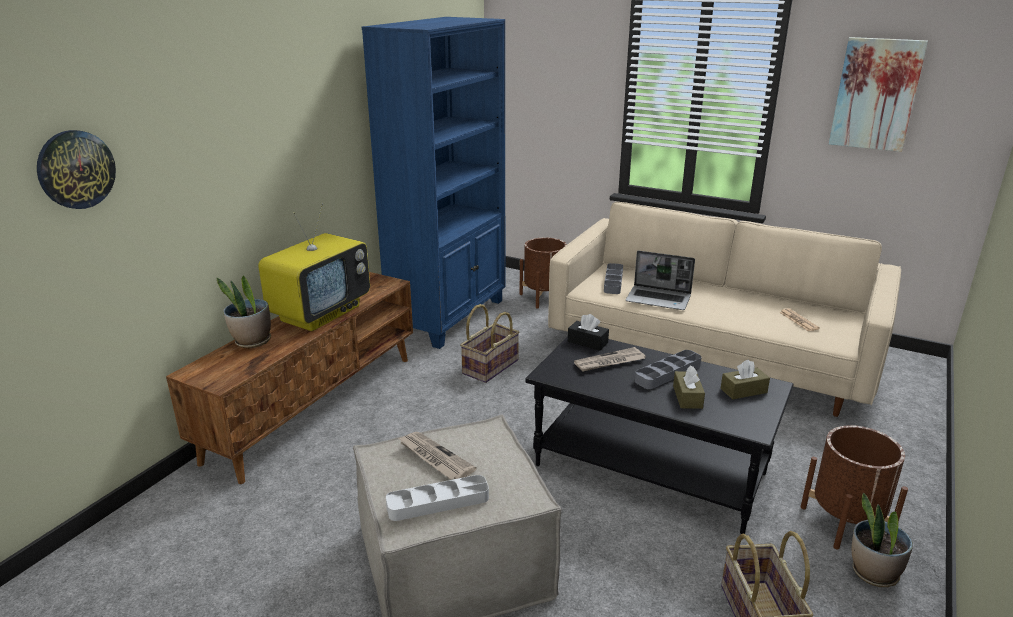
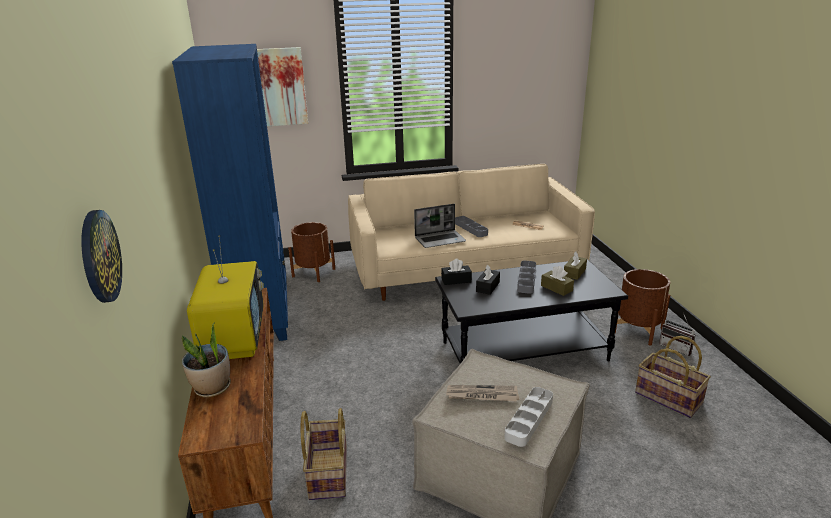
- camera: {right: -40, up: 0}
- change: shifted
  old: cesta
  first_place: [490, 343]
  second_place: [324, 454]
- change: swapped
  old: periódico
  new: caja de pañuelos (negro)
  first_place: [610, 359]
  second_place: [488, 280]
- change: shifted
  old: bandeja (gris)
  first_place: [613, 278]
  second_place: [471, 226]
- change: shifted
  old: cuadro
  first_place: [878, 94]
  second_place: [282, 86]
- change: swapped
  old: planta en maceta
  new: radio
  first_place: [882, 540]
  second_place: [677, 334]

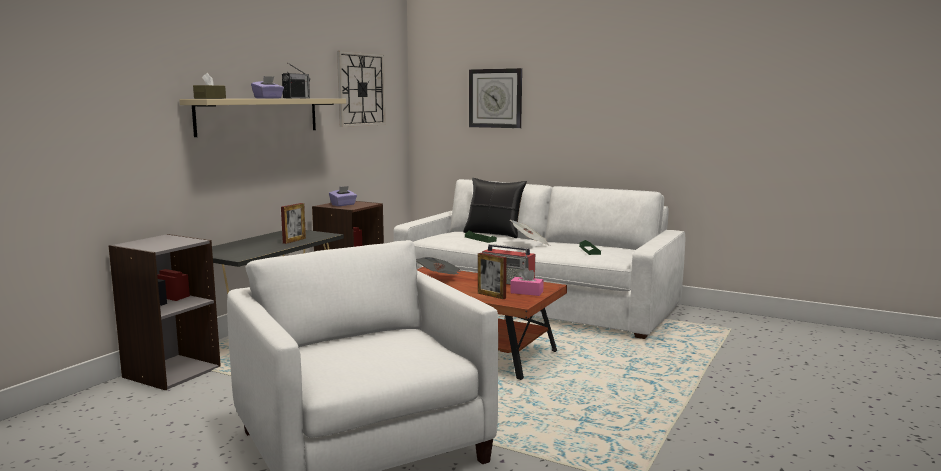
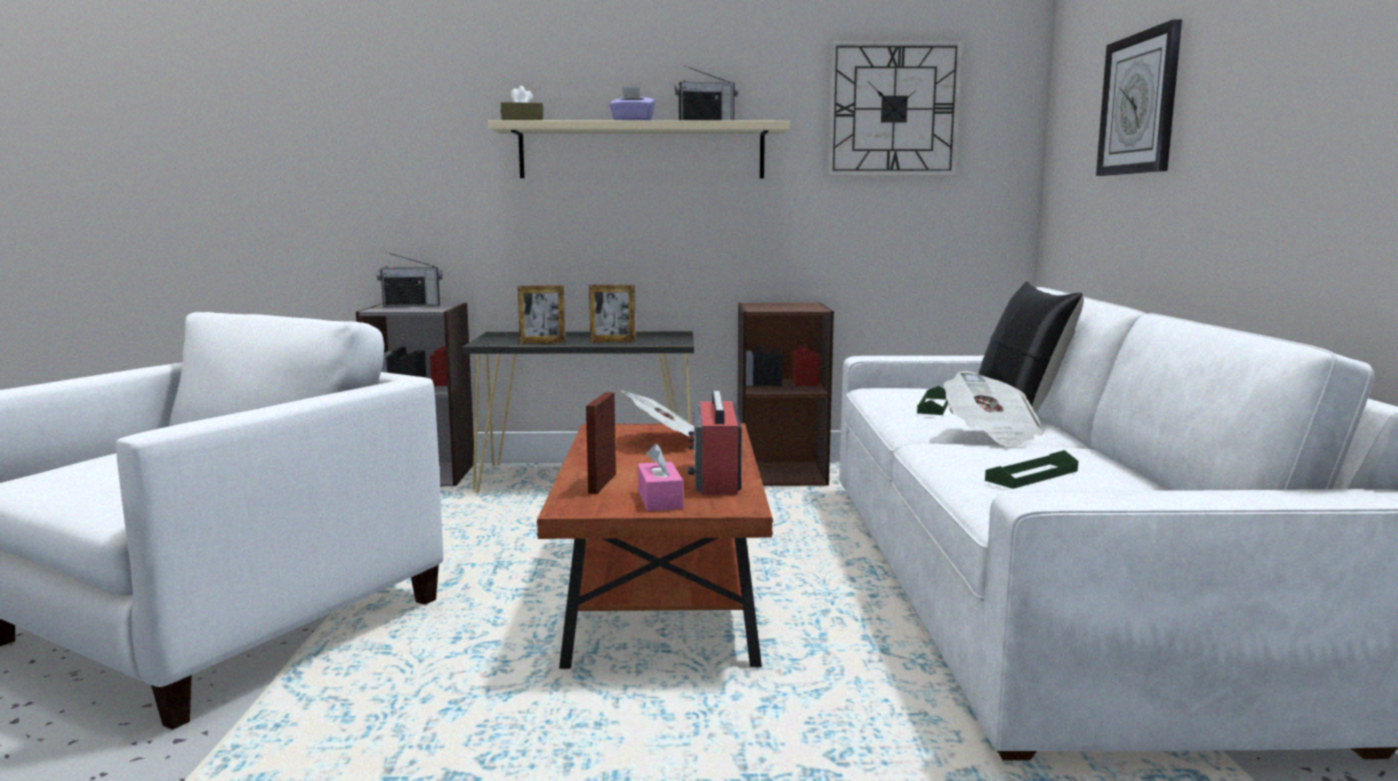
- camera: {right: 60, up: 0}
- change: gone
  old: caja de pañuelos (morado)
  first_place: [343, 196]
- change: new
  new: radio
  second_place: [410, 279]
- change: new
  new: portarretratos
  second_place: [542, 314]

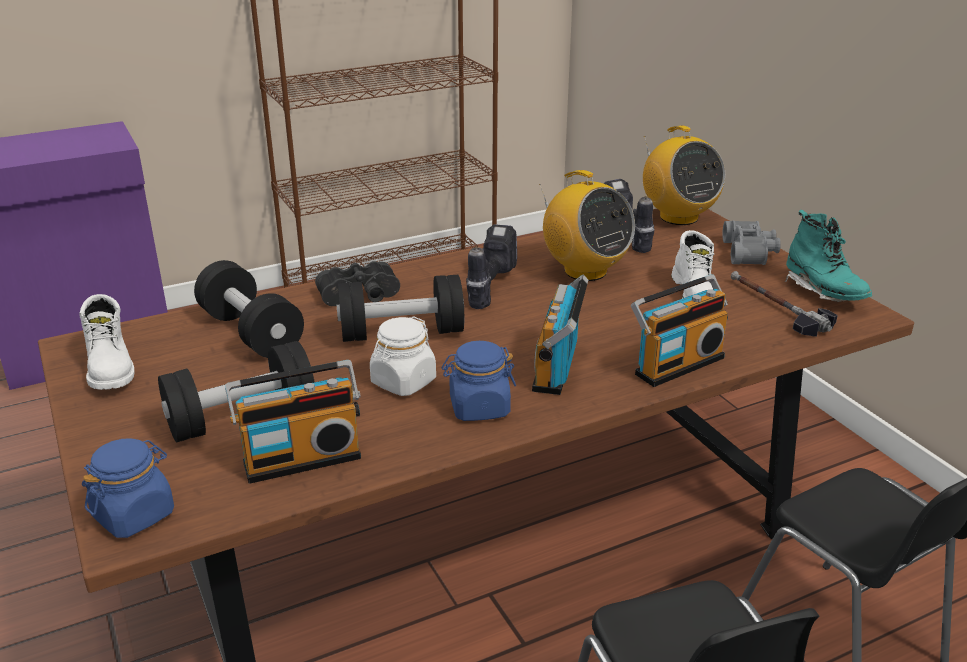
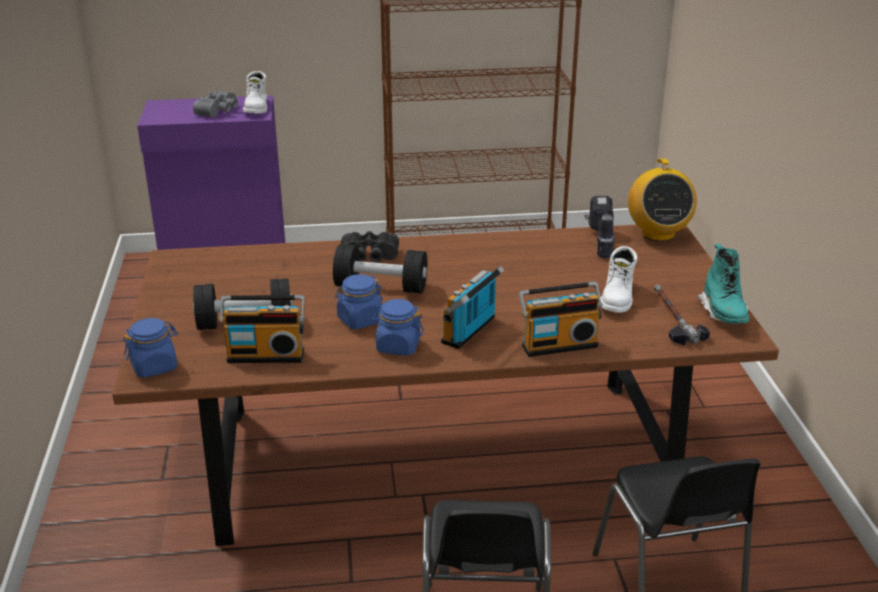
- camera: {right: 20, up: 0}
- change: shifted
  old: bota (blanco)
  first_place: [106, 342]
  second_place: [255, 92]
- change: gone
  old: mancuerna (negro)
  first_place: [249, 309]
- change: repainted
  old: tarro (blanco)
  new: tarro (azul)
  first_place: [403, 356]
  second_place: [359, 301]
- change: gone
  old: taladro
  first_place: [491, 266]
- change: gone
  old: radio
  first_place: [587, 225]
- change: shifted
  old: prismáticos (gris)
  first_place: [751, 242]
  second_place: [215, 103]

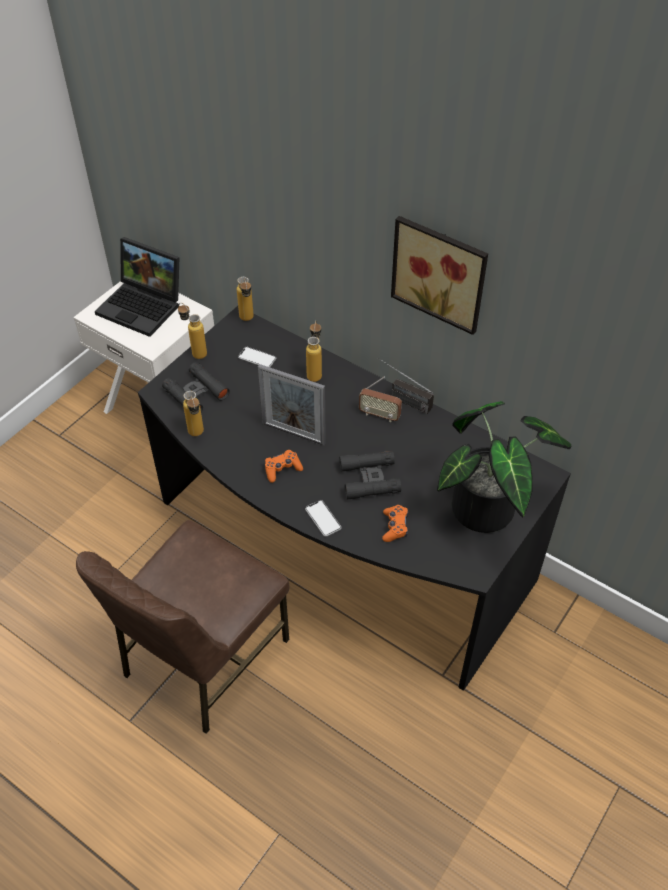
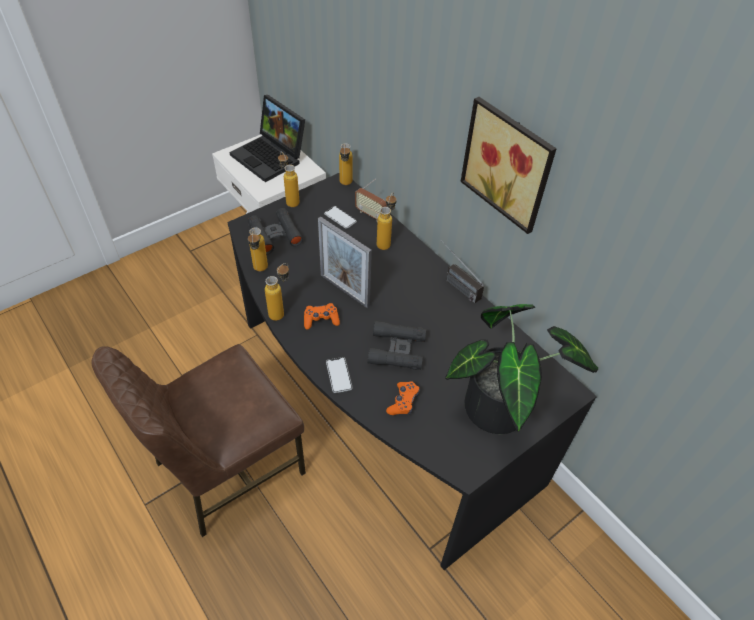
- camera: {right: 15, up: 0}
- change: shifted
  old: radio
  first_place: [380, 399]
  second_place: [371, 200]
- change: new
  new: botella
  second_place: [277, 292]

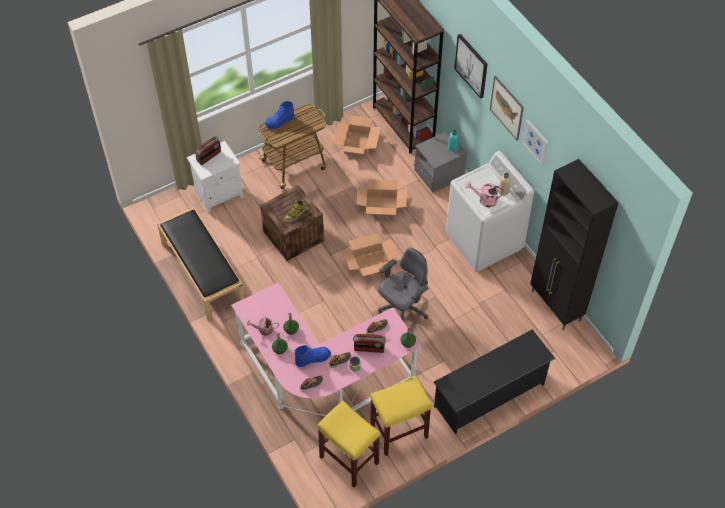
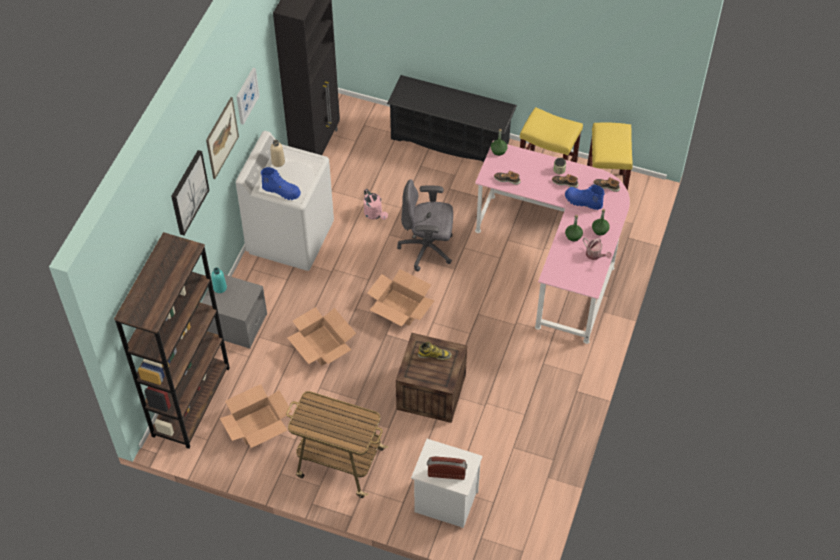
- camera: {right: -130, up: 0}
- change: gone
  old: banco (negro)
  first_place: [201, 264]
- change: shifted
  old: bota (azul)
  first_place: [279, 115]
  second_place: [281, 183]
- change: gone
  old: radio
  first_place: [369, 343]
- change: shifted
  old: regadera (rosa)
  first_place: [484, 194]
  second_place: [375, 204]

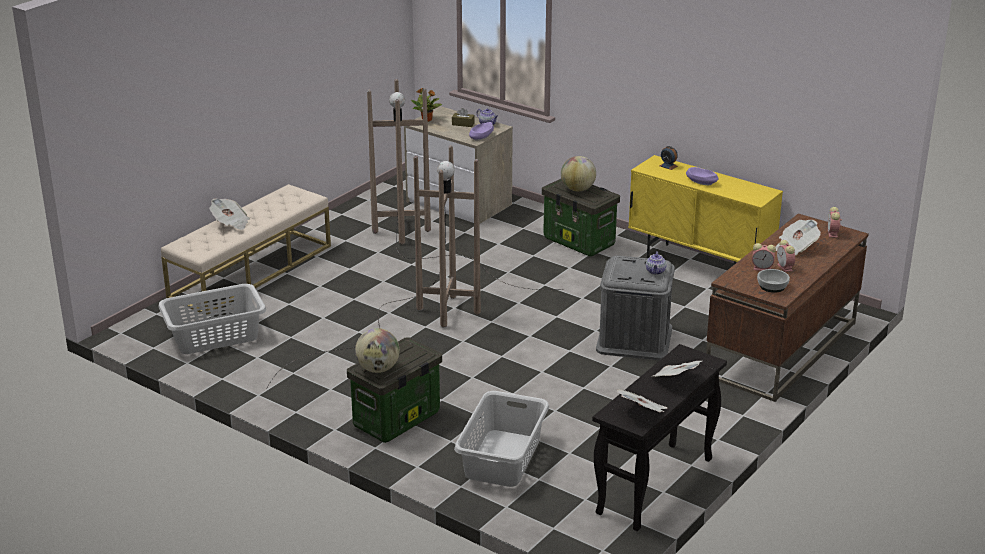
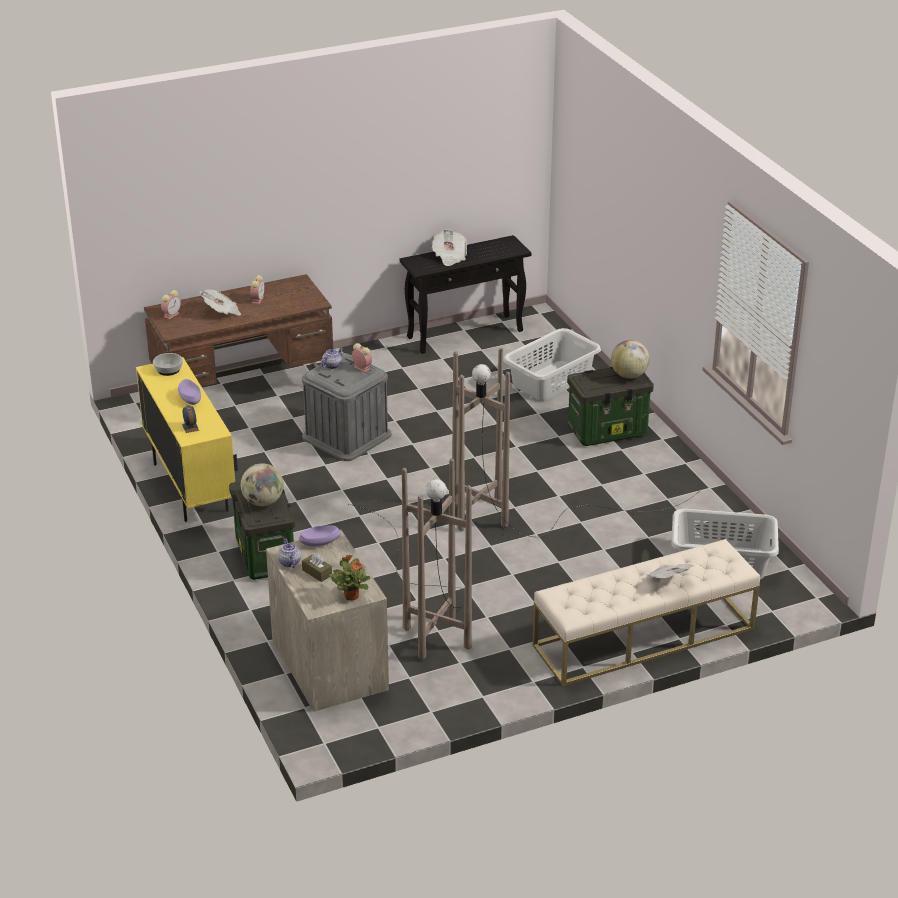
- camera: {right: -150, up: 5}
- change: gone
  old: periódico
  first_place: [642, 400]
- change: shifted
  old: despertador
  first_place: [764, 257]
  second_place: [362, 357]
- change: shifted
  old: cuenco
  first_place: [773, 281]
  second_place: [168, 364]

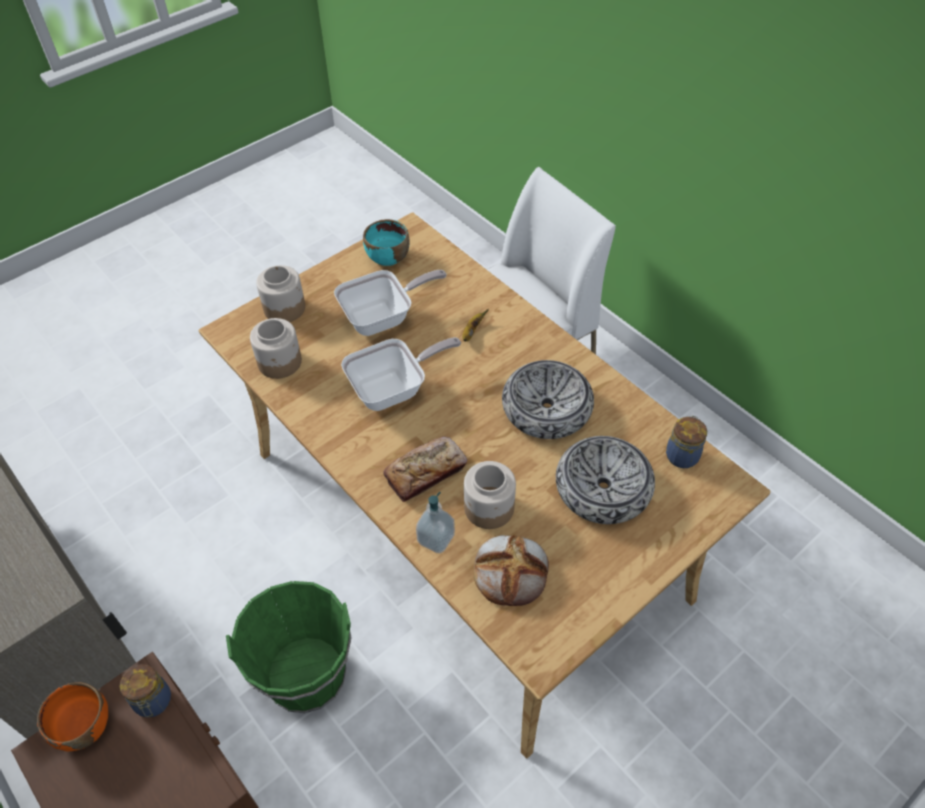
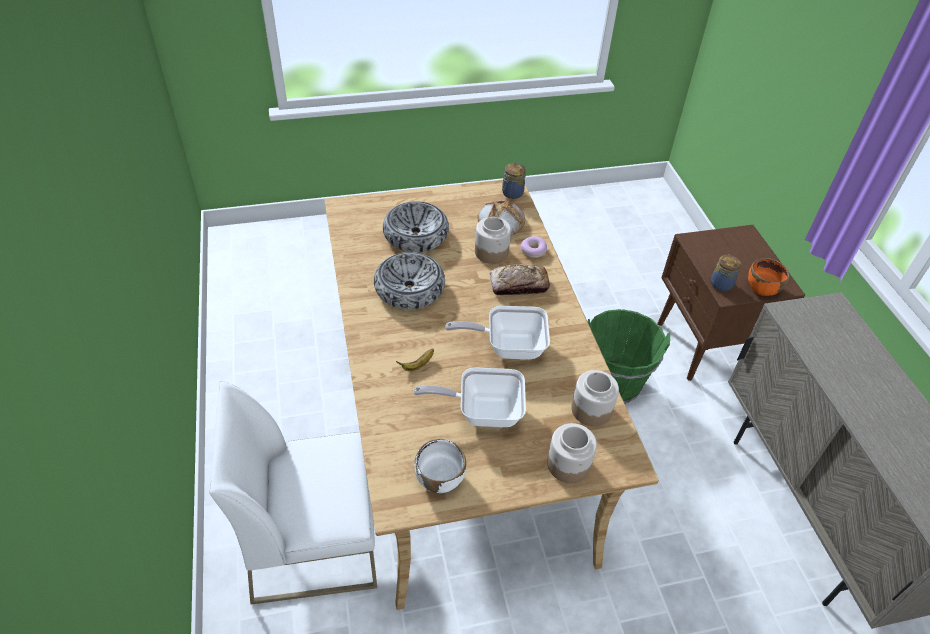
- camera: {right: -155, up: -5}
- change: repainted
  old: cuenco (turquesa)
  new: cuenco (blanco)
  first_place: [386, 242]
  second_place: [440, 466]
- change: swapped
  old: dispensador de jabón
  new: rosquilla
  first_place: [435, 522]
  second_place: [533, 247]
- change: shifted
  old: tarro
  first_place: [686, 442]
  second_place: [514, 181]

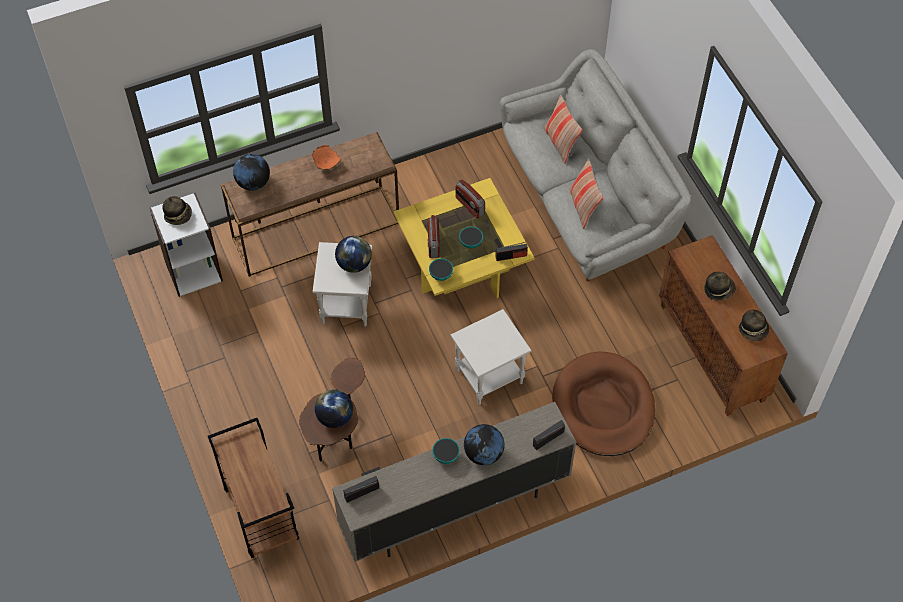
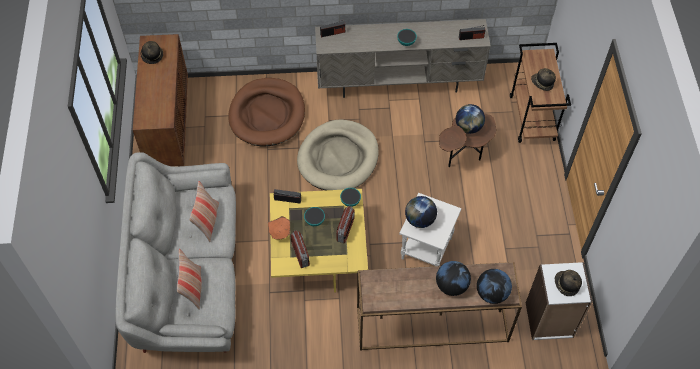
- camera: {right: -160, up: 0}
- change: shifted
  old: cuenco (naranja)
  first_place: [326, 157]
  second_place: [279, 228]
- change: swapped
  old: mesa auxiliar (blanco)
  new: cama para perro (beis)
  first_place: [491, 357]
  second_place: [338, 154]
- change: shifted
  old: globo terráqueo
  first_place: [484, 444]
  second_place: [453, 278]
- change: shifted
  old: sombrero
  first_place: [720, 286]
  second_place: [543, 79]

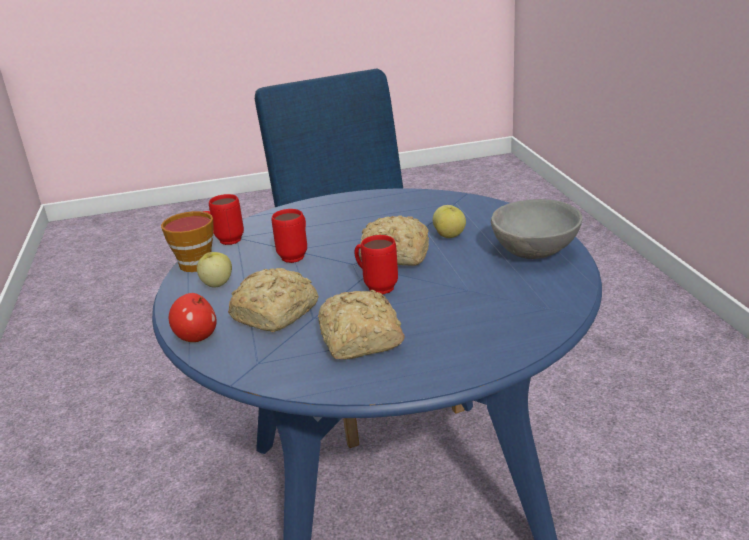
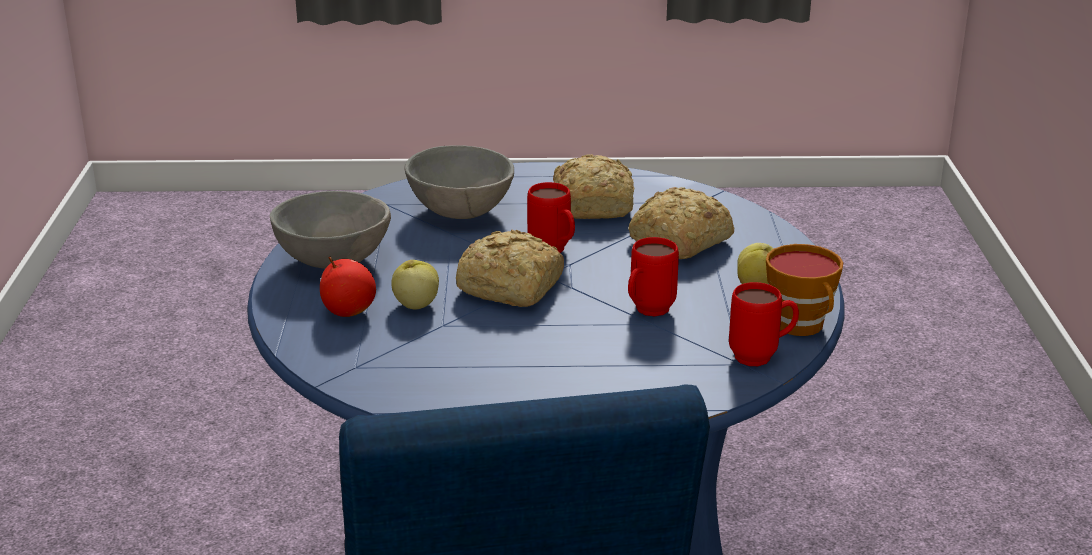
- camera: {right: -170, up: 0}
- change: shifted
  old: manzana
  first_place: [193, 317]
  second_place: [348, 287]
- change: new
  new: cuenco (gris)
  second_place: [459, 182]

